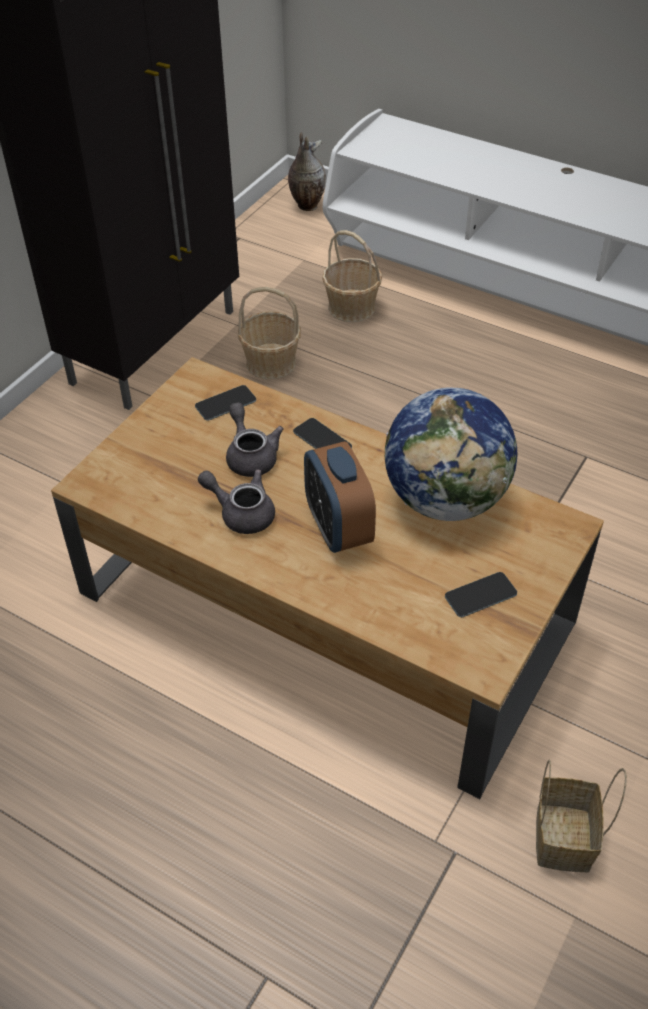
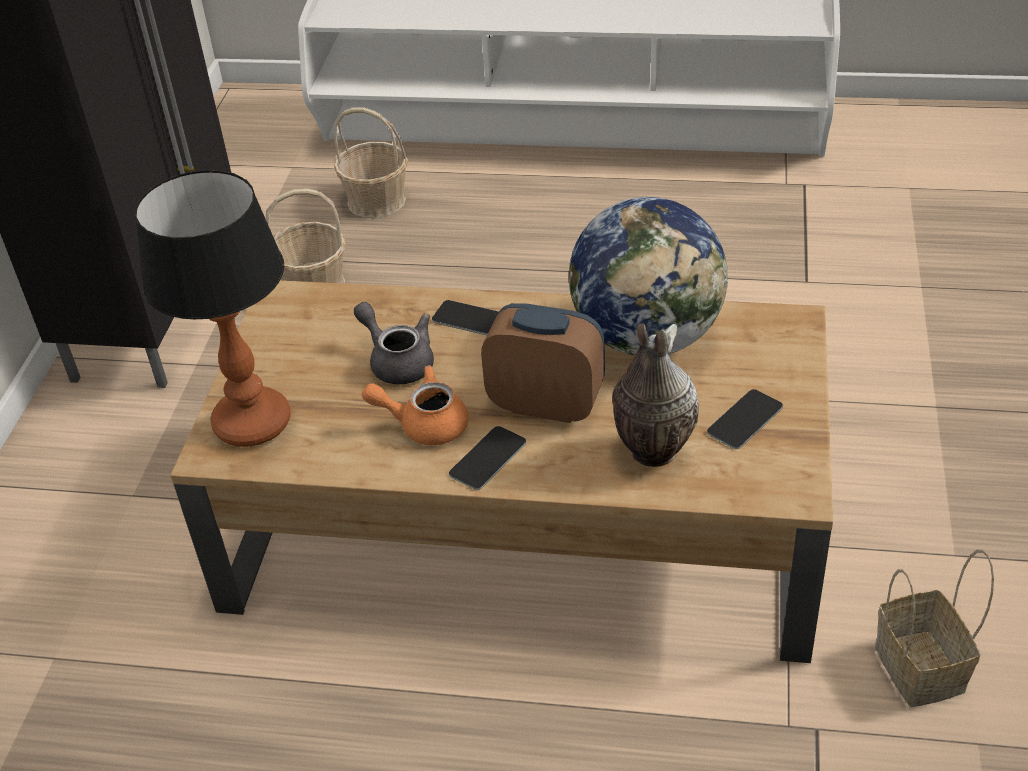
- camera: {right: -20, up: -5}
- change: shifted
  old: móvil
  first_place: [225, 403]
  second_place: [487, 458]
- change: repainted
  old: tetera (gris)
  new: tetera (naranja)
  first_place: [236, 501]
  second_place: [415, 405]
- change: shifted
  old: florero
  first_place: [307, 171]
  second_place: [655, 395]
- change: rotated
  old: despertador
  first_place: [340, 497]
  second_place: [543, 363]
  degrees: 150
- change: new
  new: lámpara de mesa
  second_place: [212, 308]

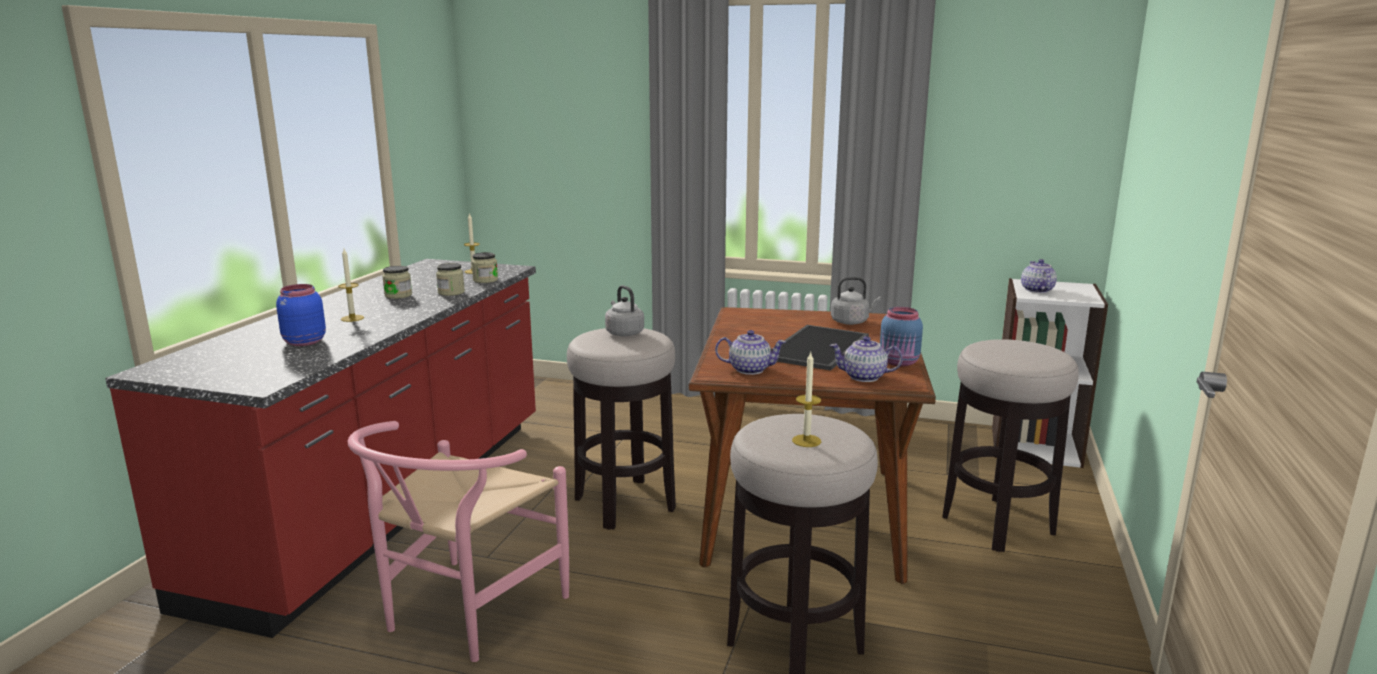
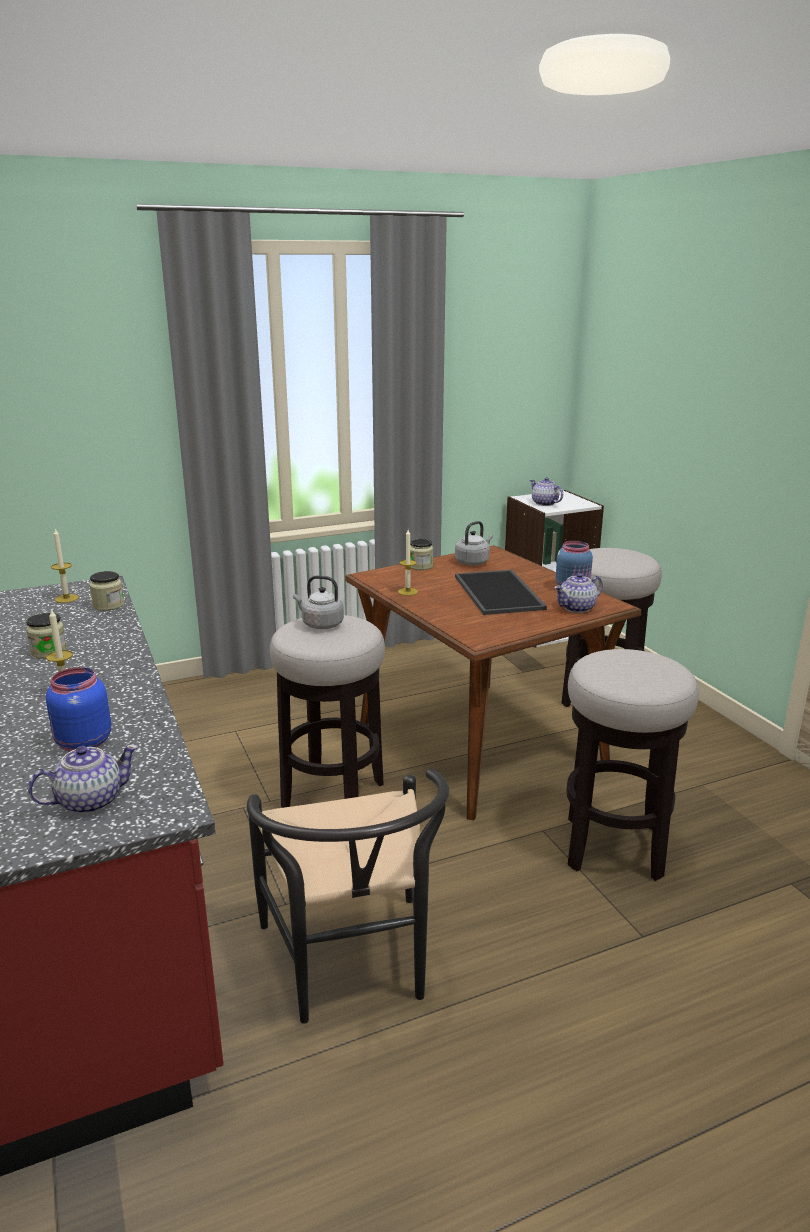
- camera: {right: -40, up: 5}
- change: repainted
  old: silla (rosa)
  new: silla (negro)
  first_place: [458, 541]
  second_place: [348, 896]
- change: shifted
  old: tarro
  first_place: [450, 279]
  second_place: [421, 554]
- change: shifted
  old: tetera
  first_place: [750, 352]
  second_place: [83, 779]
- change: shifted
  old: vela
  first_place: [806, 399]
  second_place: [408, 563]

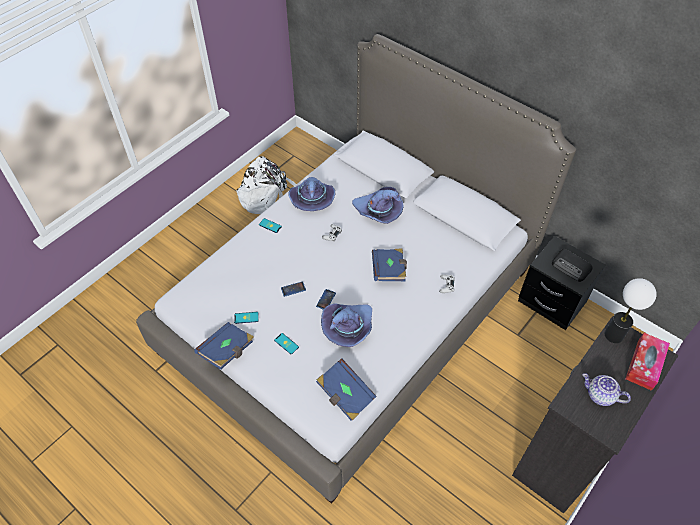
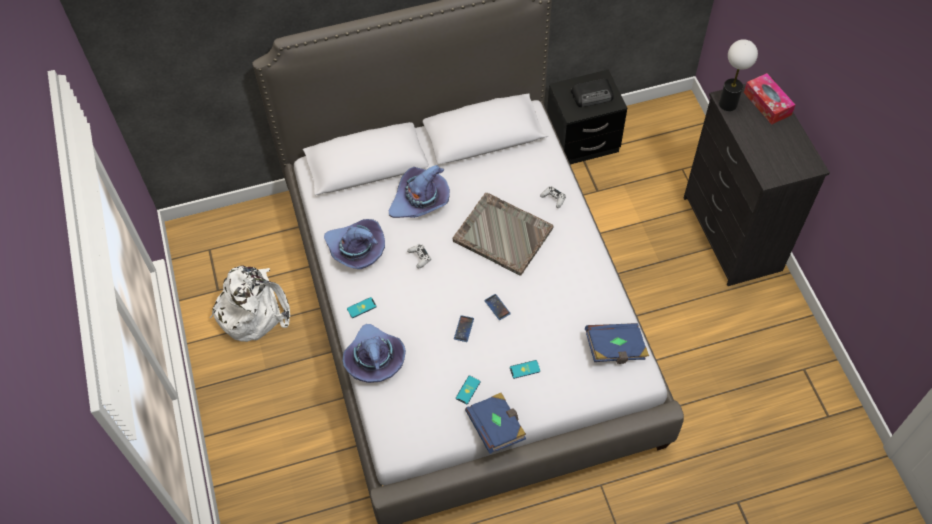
- camera: {right: -55, up: 5}
- change: shifted
  old: sombrero (morado)
  first_place: [346, 325]
  second_place: [374, 353]
- change: swapped
  old: libro (azul)
  new: bandeja (gris)
  first_place: [389, 264]
  second_place: [503, 234]
- change: gone
  old: tetera
  first_place: [607, 389]

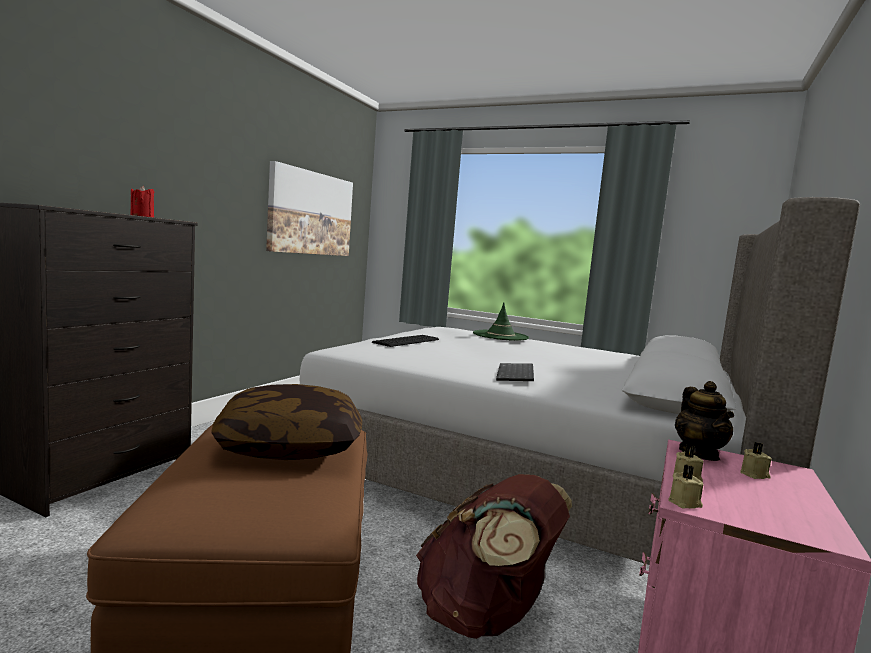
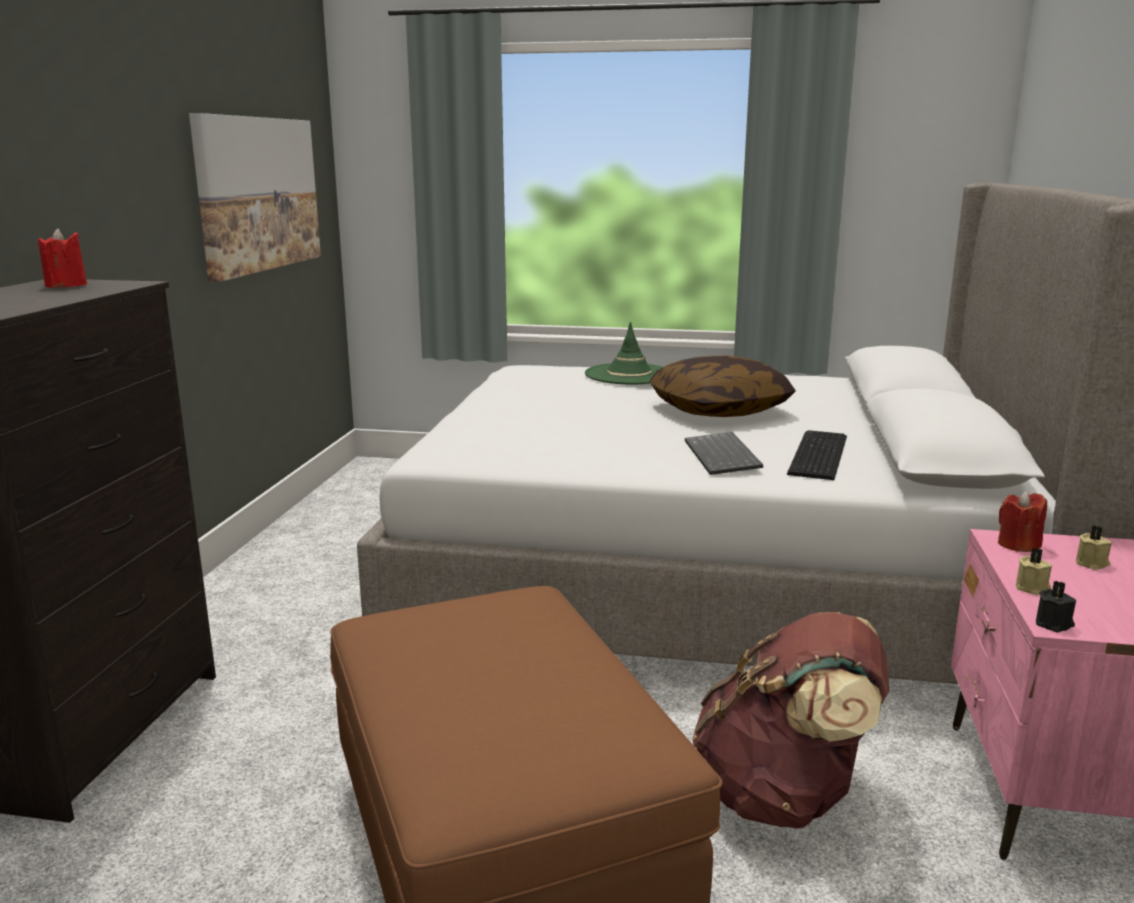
- camera: {right: -15, up: 10}
- change: shifted
  old: cojín
  first_place: [286, 422]
  second_place: [722, 386]
- change: shifted
  old: teclado
  first_place: [405, 341]
  second_place: [817, 455]
- change: repainted
  old: vela (beis)
  new: vela (negro)
  first_place: [686, 487]
  second_place: [1056, 607]
- change: swapped
  old: tetera
  new: vela (rojo)
  first_place: [704, 421]
  second_place: [1022, 521]

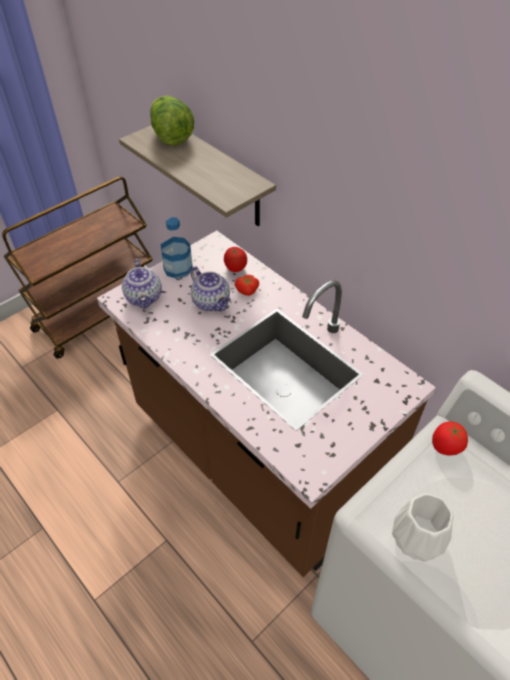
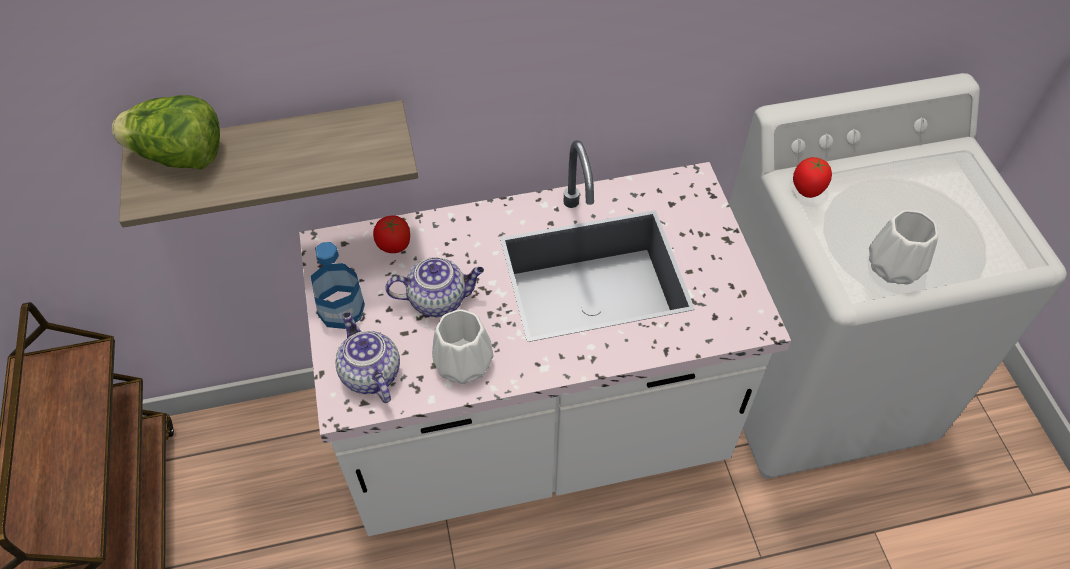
- camera: {right: -60, up: 5}
- change: repainted
  old: mueble bajo de cocina (marrón)
  new: mueble bajo de cocina (blanco)
  first_place: [266, 404]
  second_place: [545, 338]
- change: rotated
  old: tetera
  first_place: [142, 284]
  second_place: [368, 357]
  degrees: -135
- change: gone
  old: tomate
  first_place: [247, 285]
- change: new
  new: florero (blanco)
  second_place: [463, 346]

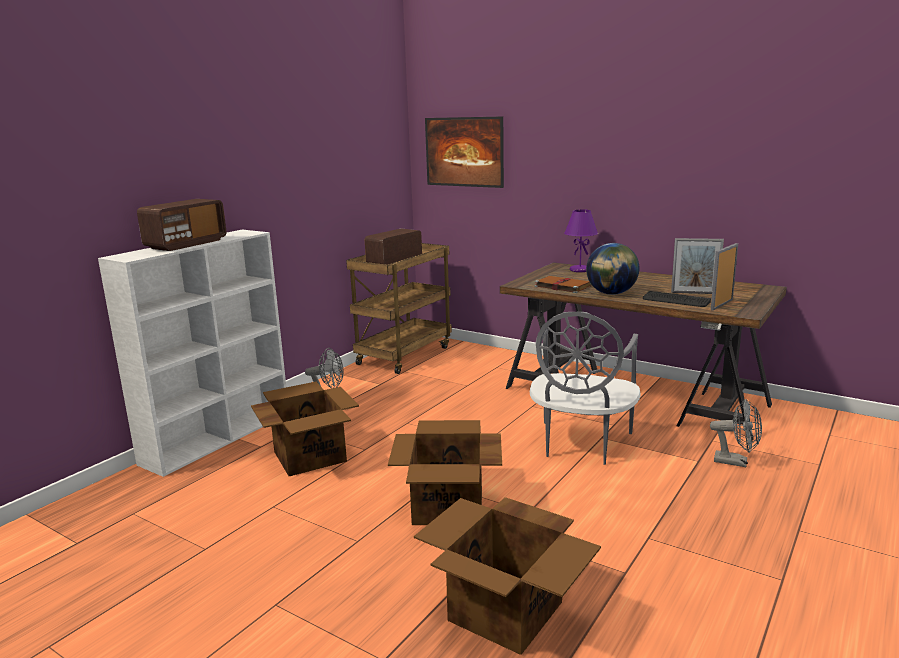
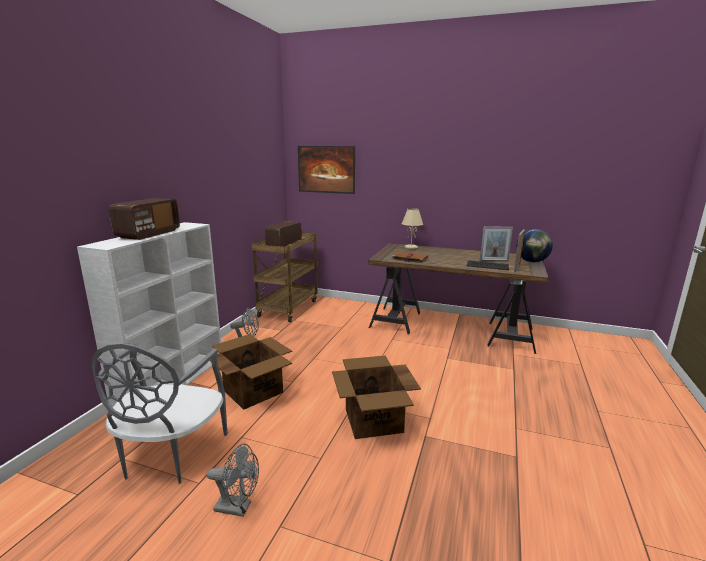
- camera: {right: -15, up: 0}
- change: gone
  old: caja de cartón
  first_place: [507, 576]
- change: shifted
  old: silla (gris)
  first_place: [585, 388]
  second_place: [159, 414]
- change: repainted
  old: lámpara de mesa (morado)
  new: lámpara de mesa (beis)
  first_place: [581, 240]
  second_place: [412, 228]
- change: shifted
  old: globo terráqueo
  first_place: [612, 269]
  second_place: [534, 245]
- change: shifted
  old: ventilador (gris)
  first_place: [736, 433]
  second_place: [233, 480]

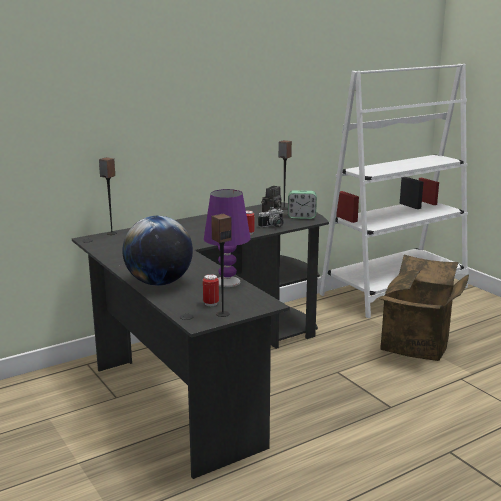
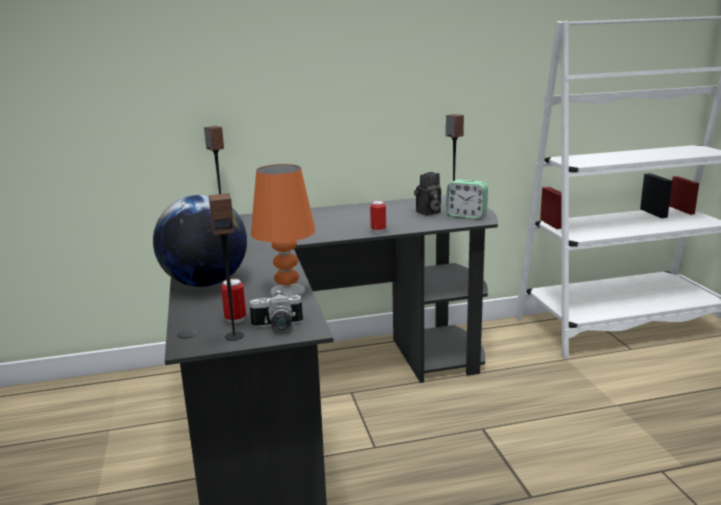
- camera: {right: 20, up: 0}
- change: repainted
  old: lámpara de mesa (morado)
  new: lámpara de mesa (naranja)
  first_place: [227, 238]
  second_place: [283, 230]
- change: shifted
  old: cámara
  first_place: [270, 217]
  second_place: [276, 310]
- change: gone
  old: caja de cartón
  first_place: [424, 308]

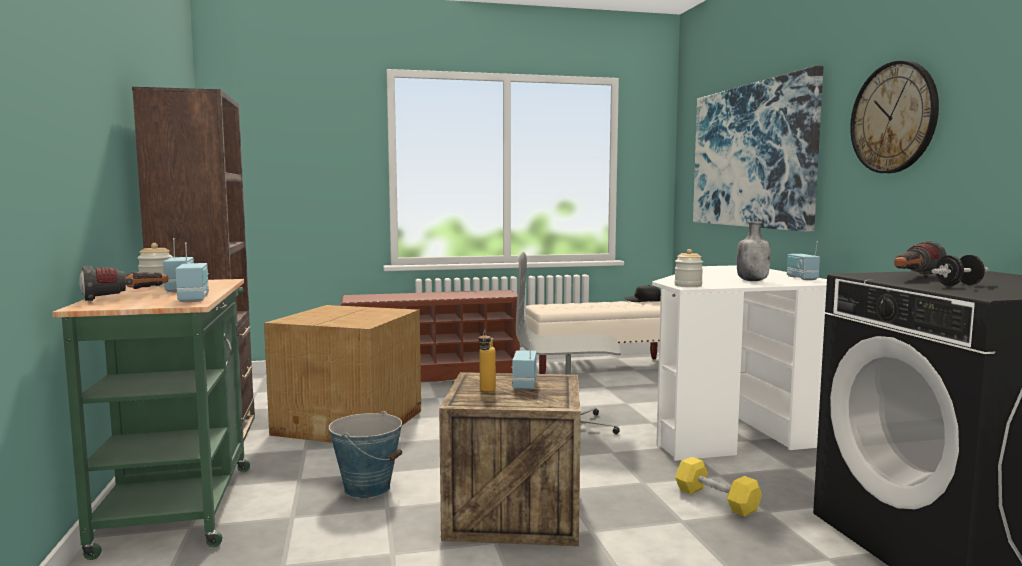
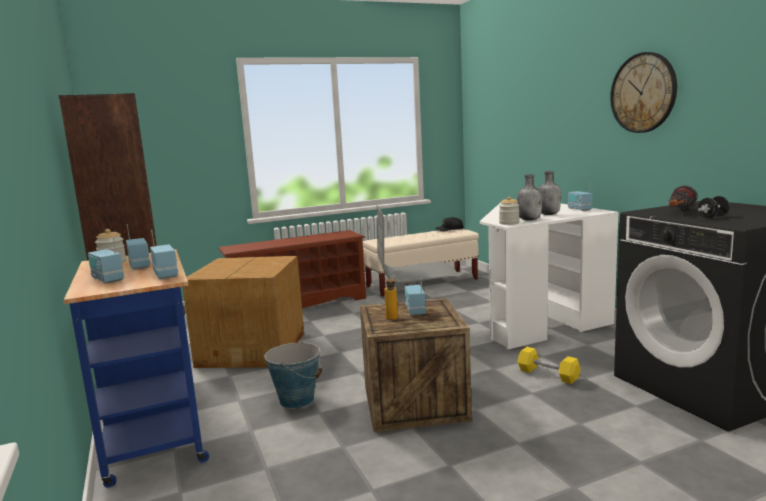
- camera: {right: -10, up: 5}
- change: repainted
  old: carrito (verde)
  new: carrito (azul)
  first_place: [151, 419]
  second_place: [136, 368]
- change: swapped
  old: linterna
  new: radio
  first_place: [123, 283]
  second_place: [106, 259]
- change: gone
  old: cuadro
  first_place: [758, 149]
- change: new
  new: botella (gris)
  second_place: [529, 197]

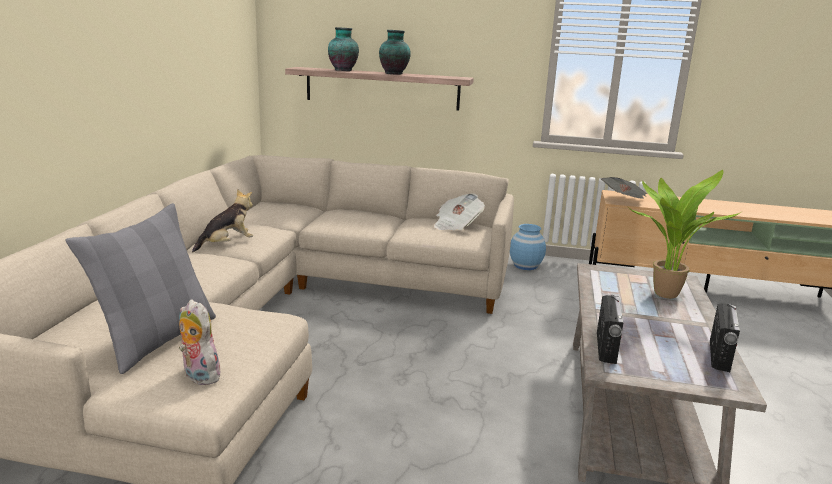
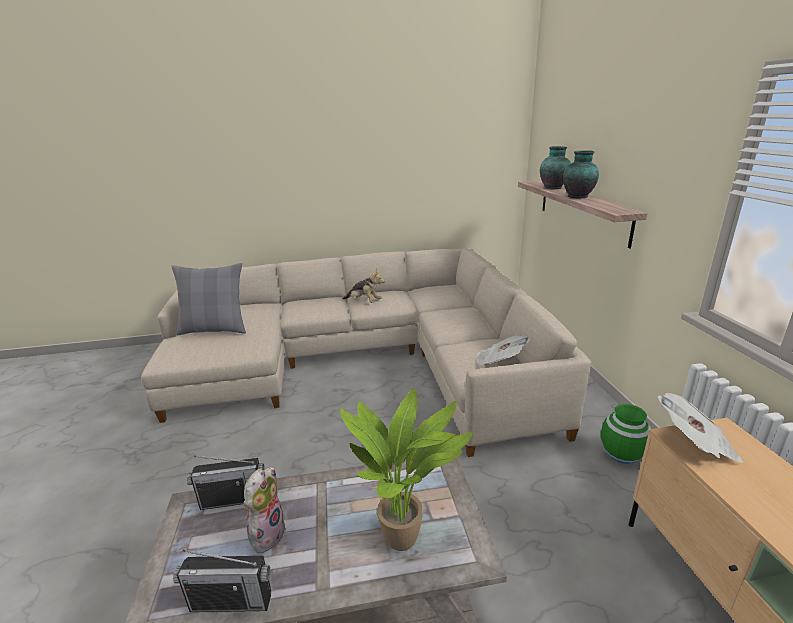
- camera: {right: 70, up: 5}
- change: shifted
  old: peluche
  first_place: [201, 342]
  second_place: [264, 510]
- change: repainted
  old: florero (azul)
  new: florero (verde)
  first_place: [528, 247]
  second_place: [626, 434]

